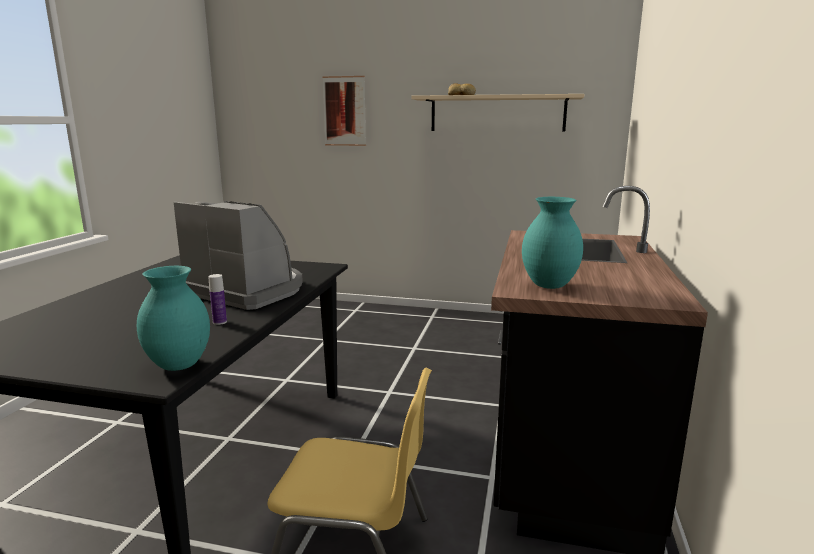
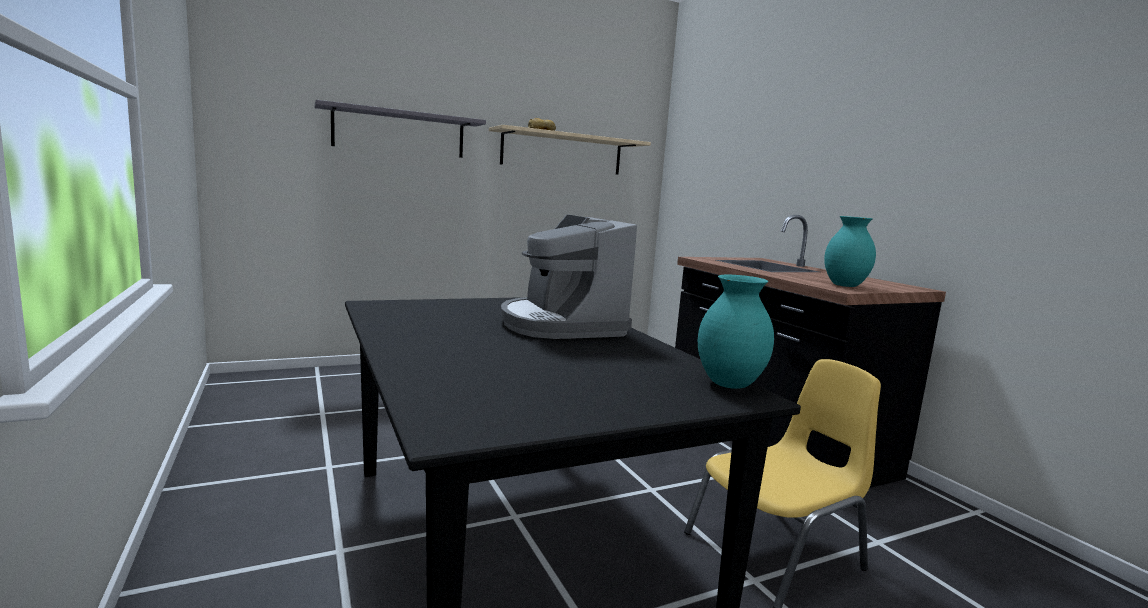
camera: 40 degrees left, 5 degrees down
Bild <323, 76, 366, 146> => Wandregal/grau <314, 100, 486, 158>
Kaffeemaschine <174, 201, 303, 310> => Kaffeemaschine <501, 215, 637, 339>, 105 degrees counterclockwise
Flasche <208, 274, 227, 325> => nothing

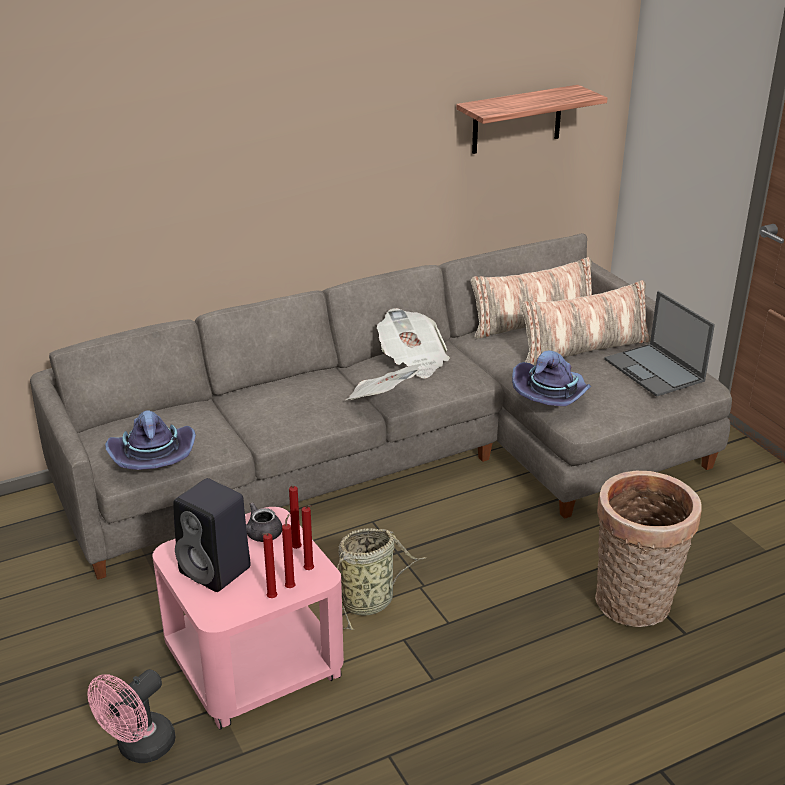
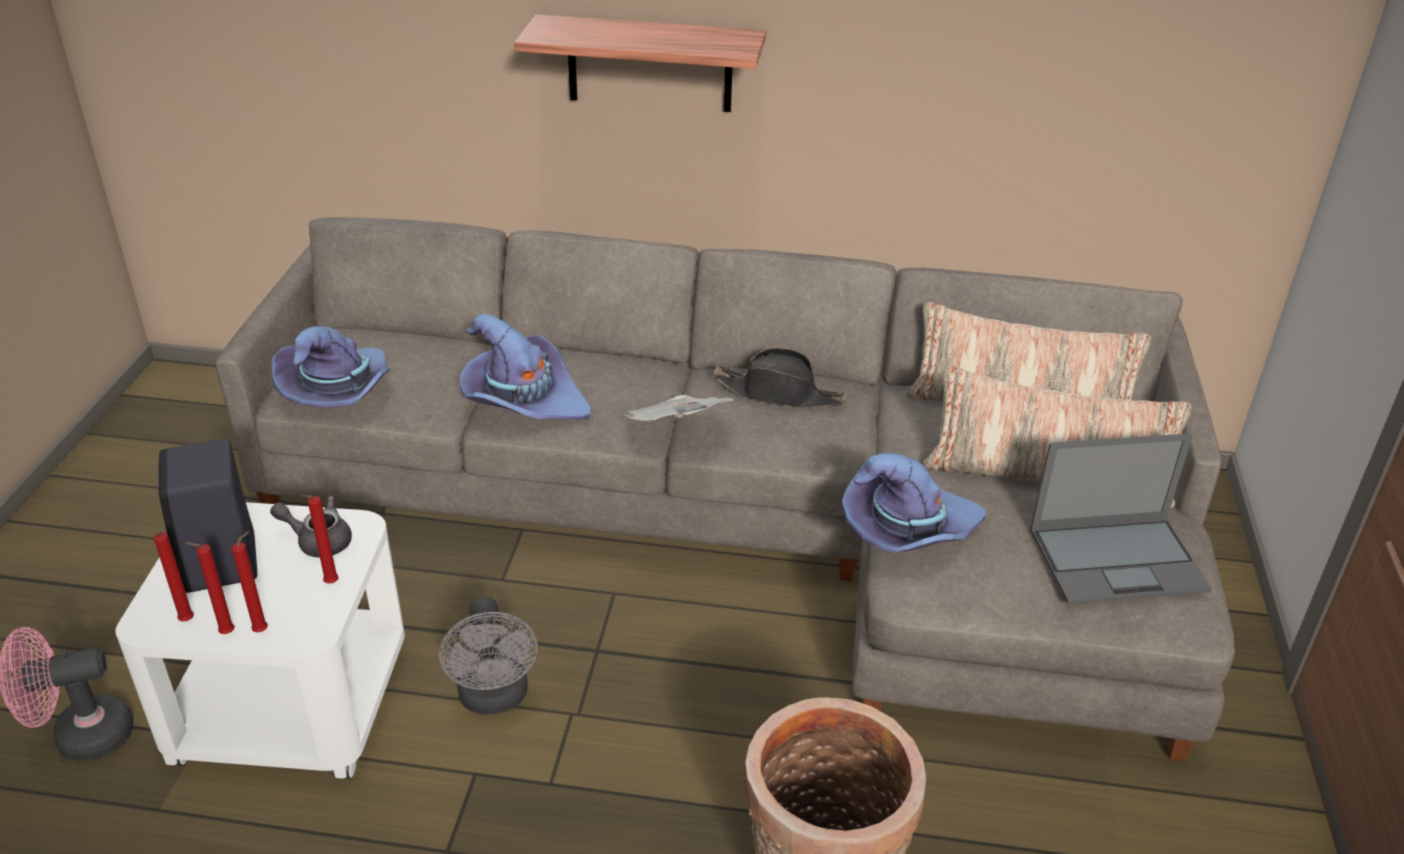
camera: 35 degrees right, 5 degrees up
Wandregal <456, 85, 607, 154> => Wandregal <514, 14, 766, 112>, move
Laptop <604, 291, 715, 397> => Laptop <1030, 433, 1212, 604>, 105 degrees counterclockwise
Zeitung <377, 308, 450, 379> => Hut/schwarz <713, 348, 847, 408>
Kerze/rot <302, 505, 314, 570> => Kerze/rot <154, 532, 194, 622>, move
Beistelltisch/rosa <152, 507, 344, 730> => Beistelltisch/weiß <116, 502, 405, 779>
Korb <337, 528, 426, 630> => Ventilator/grau <439, 597, 538, 715>
nothing => Hut/lila <460, 314, 591, 420>

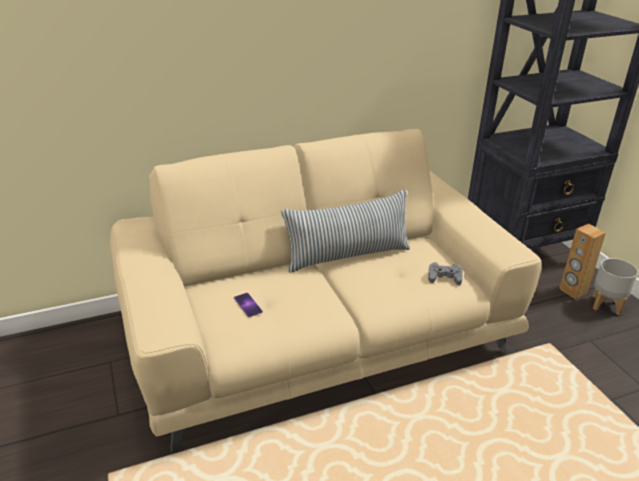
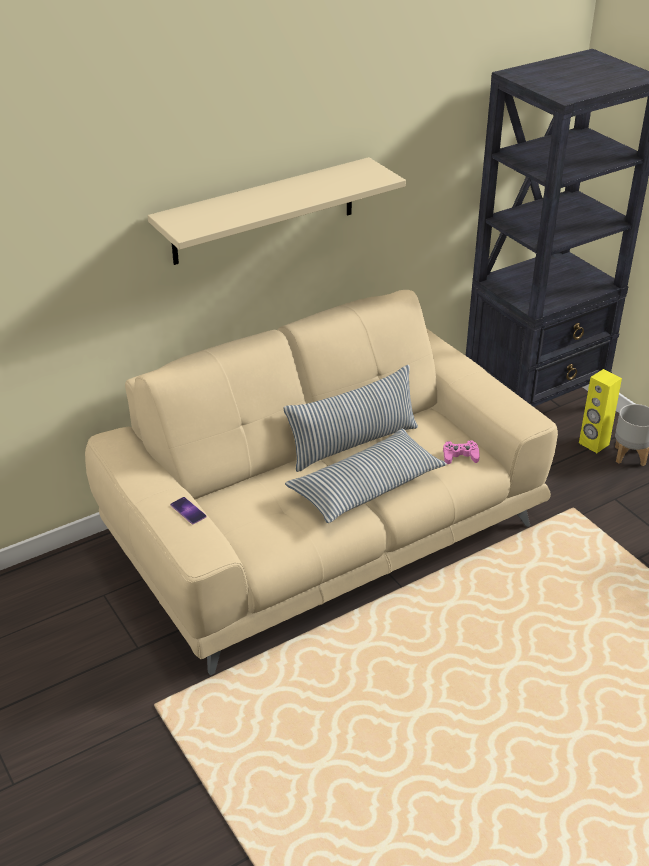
camera: 10 degrees left, 5 degrees up
Lautsprecher/braun <559, 224, 606, 299> => Lautsprecher/gelb <579, 369, 622, 453>
Gamepad/grau <428, 262, 463, 285> => Gamepad/rosa <443, 440, 480, 464>
Handy <234, 293, 263, 317> => Handy <170, 497, 207, 524>, move
nothing => Wandregal/beige <147, 157, 406, 265>
nothing => Kissen <285, 429, 447, 523>

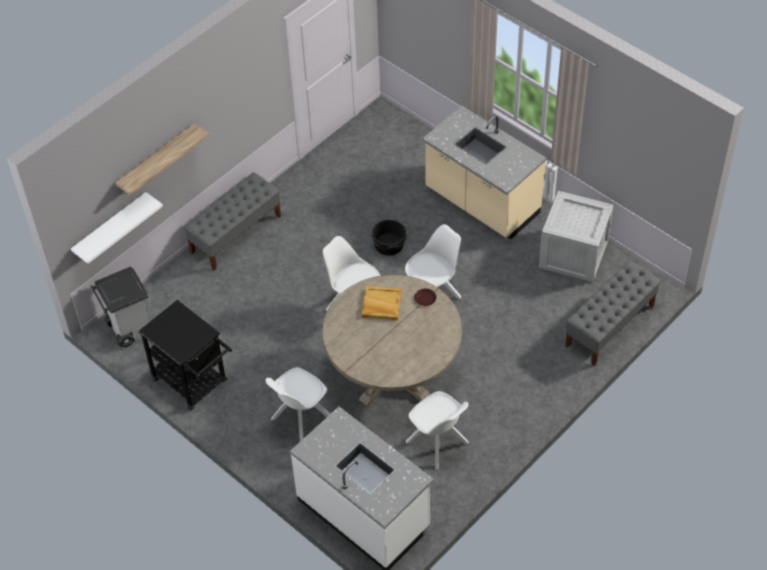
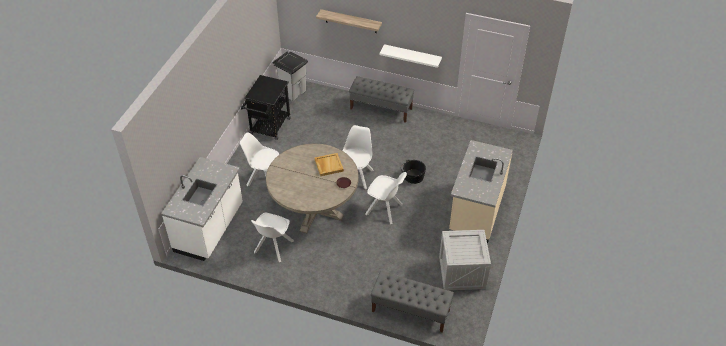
camera: 65 degrees right, 5 degrees down
Wandregal/weiß <71, 192, 163, 264> => Wandregal/weiß <379, 44, 442, 68>, move

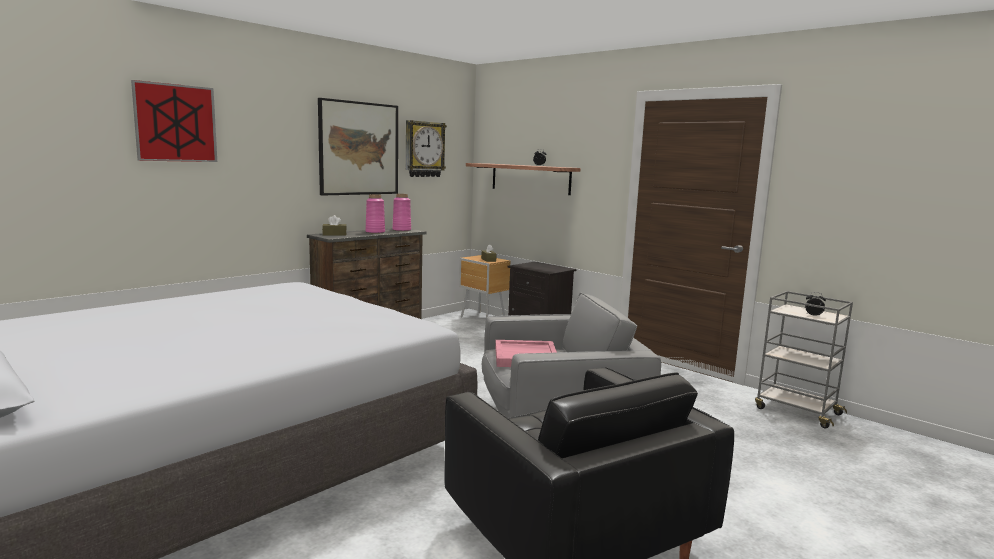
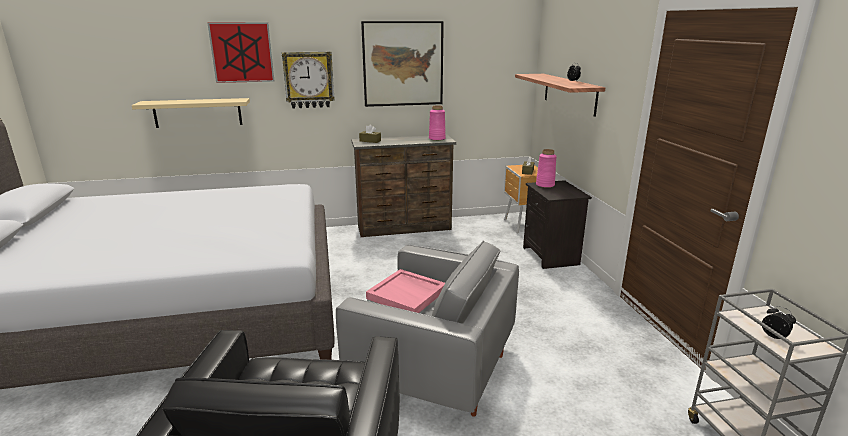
camera: 35 degrees right, 10 degrees up
Wanduhr <406, 120, 447, 177> => Wanduhr <282, 52, 335, 108>, move
Vase/rosa <365, 194, 385, 234> => Vase/rosa <536, 149, 557, 188>, move
nothing => Wandregal/beige <132, 98, 250, 128>

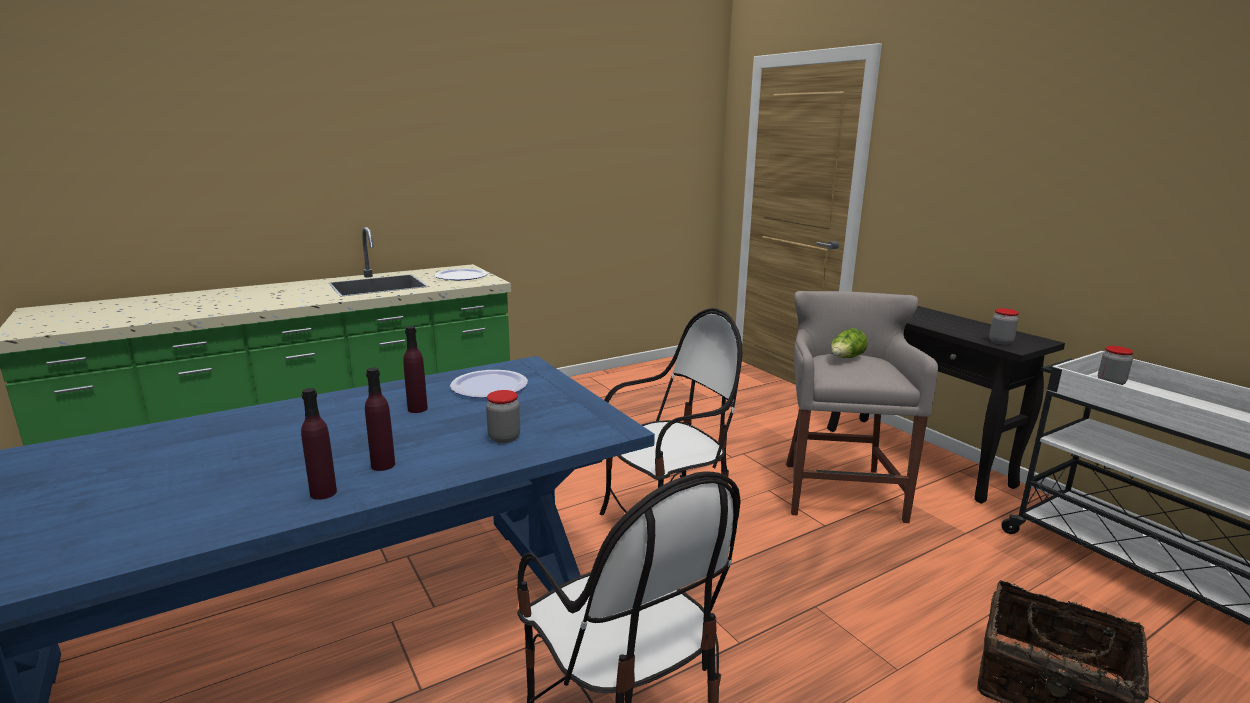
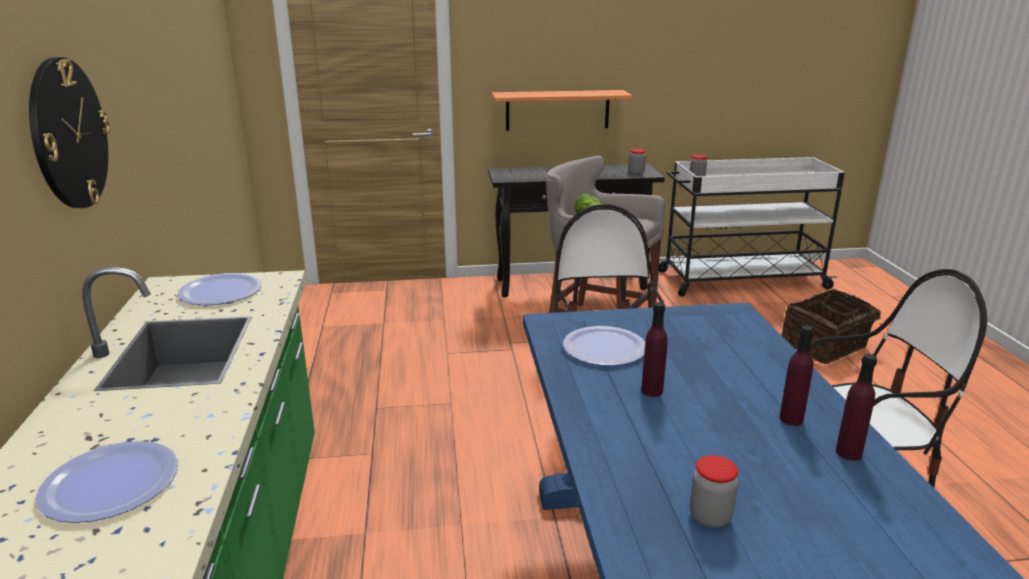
camera: 65 degrees left, 5 degrees up
Vorratsglas <486, 390, 520, 443> => Vorratsglas <690, 455, 738, 528>, move
nothing => Wanduhr <29, 57, 110, 208>
nothing => Wandregal <492, 90, 633, 131>
nothing => Teller <35, 441, 178, 523>

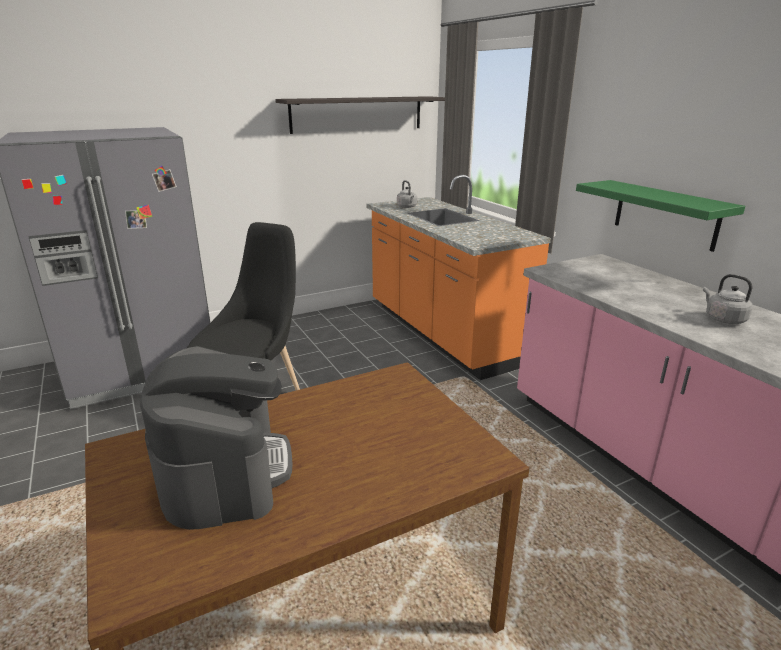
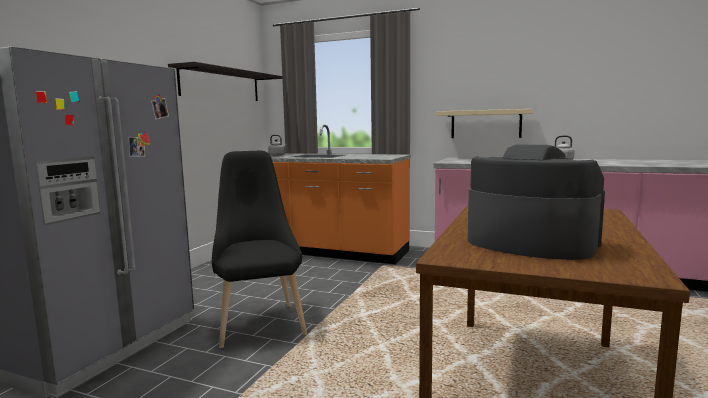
camera: 40 degrees left, 15 degrees down
Wandregal/grün <576, 180, 745, 252> => Wandregal/beige <436, 109, 534, 138>

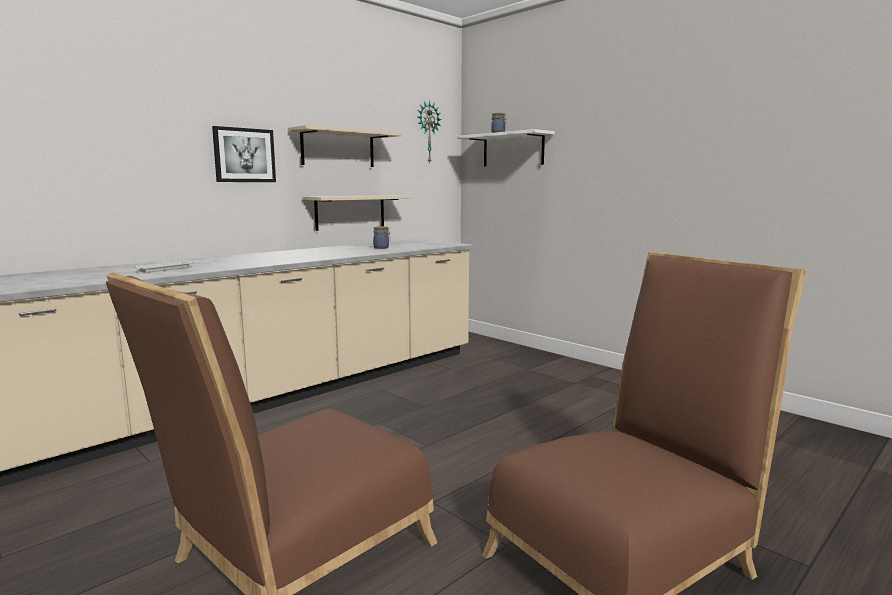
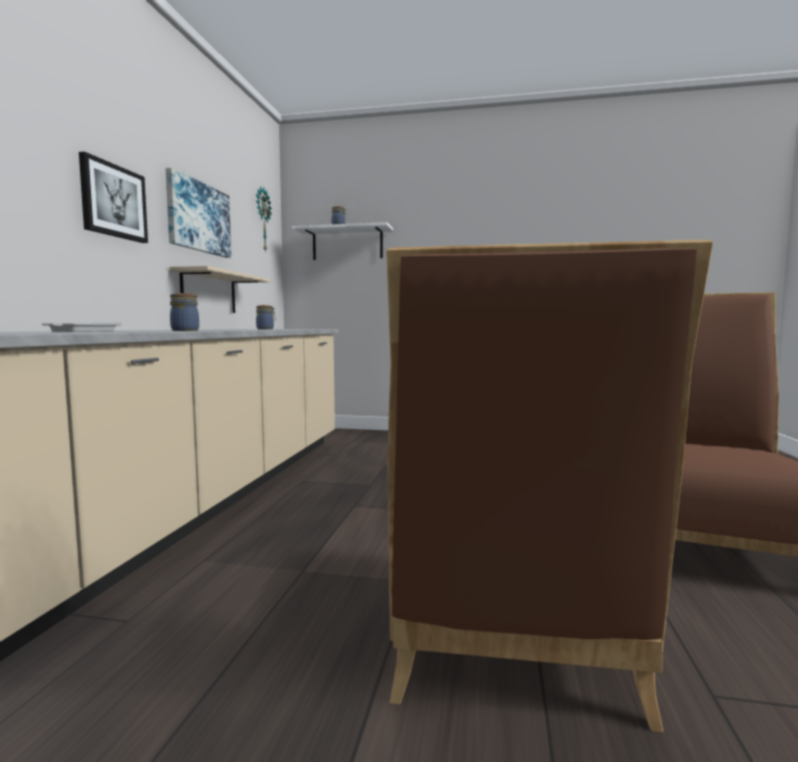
camera: 35 degrees left, 5 degrees down
Wandregal/beige <288, 125, 402, 167> => Bild <166, 168, 231, 258>
nothing => Vorratsglas <170, 293, 199, 331>

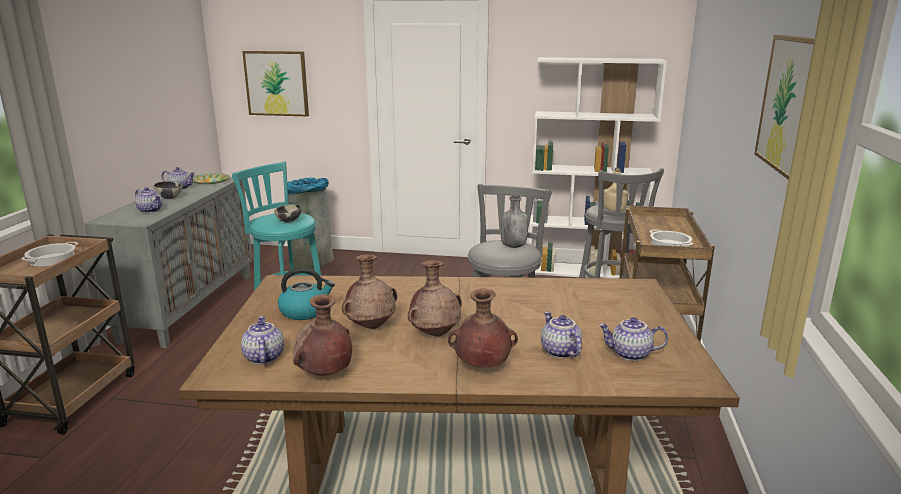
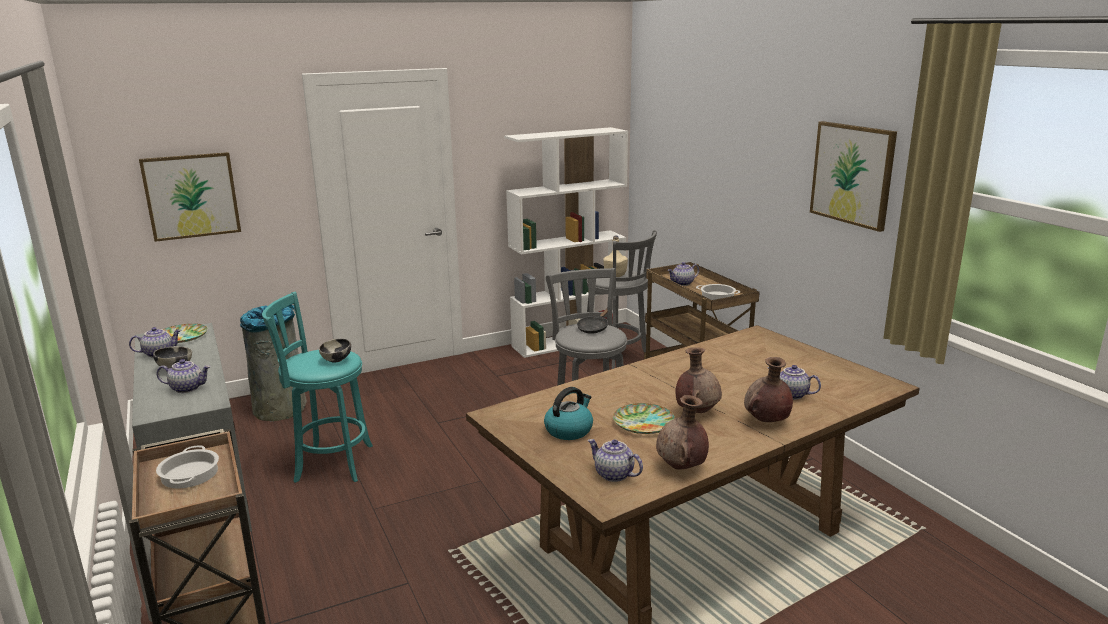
camera: 35 degrees left, 0 degrees up
Flasche/grau <501, 196, 528, 248> => Pfanne/schwarz <577, 308, 608, 334>
Vase/braun <342, 254, 397, 329> => Teller <613, 403, 675, 434>
Teekanne <598, 317, 668, 361> => Teekanne <667, 262, 699, 286>, move

